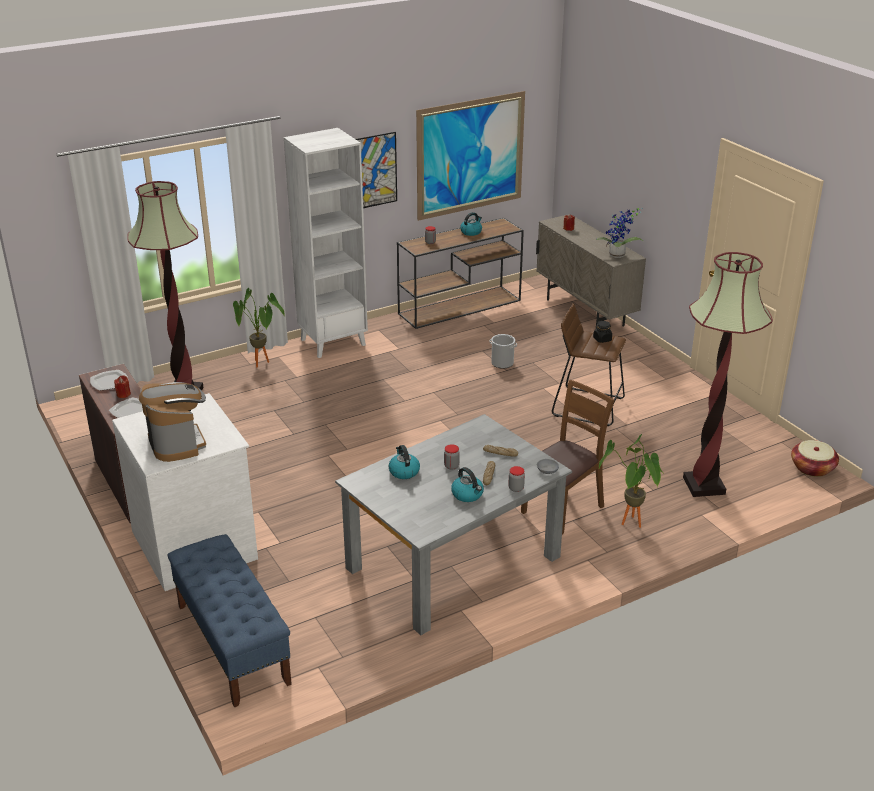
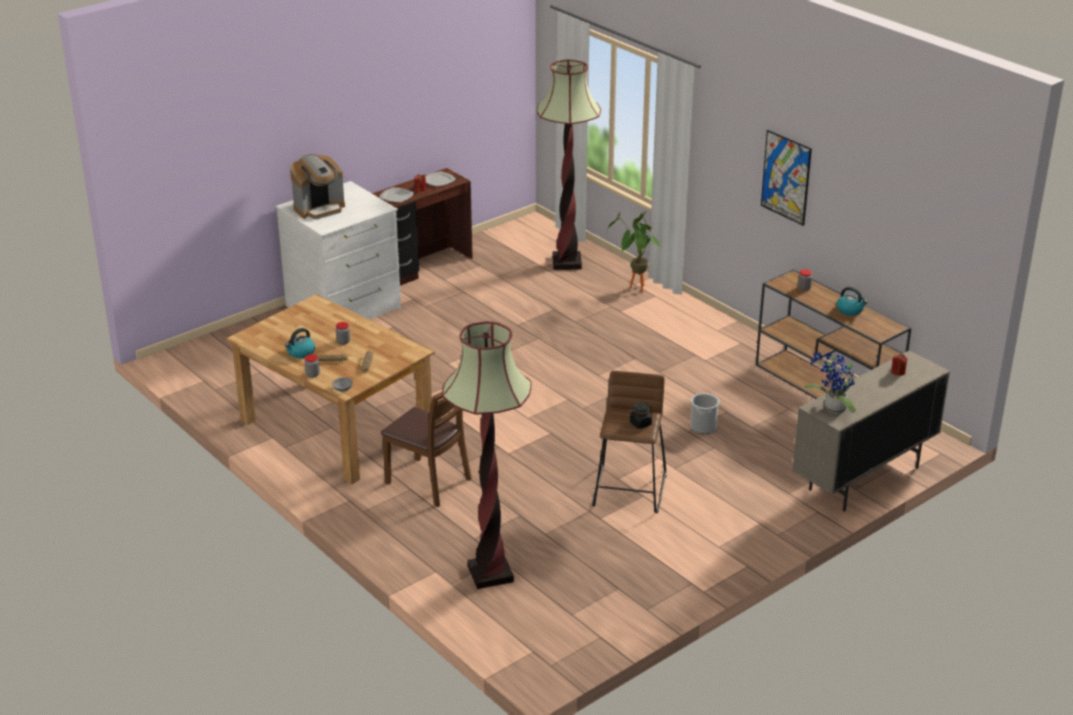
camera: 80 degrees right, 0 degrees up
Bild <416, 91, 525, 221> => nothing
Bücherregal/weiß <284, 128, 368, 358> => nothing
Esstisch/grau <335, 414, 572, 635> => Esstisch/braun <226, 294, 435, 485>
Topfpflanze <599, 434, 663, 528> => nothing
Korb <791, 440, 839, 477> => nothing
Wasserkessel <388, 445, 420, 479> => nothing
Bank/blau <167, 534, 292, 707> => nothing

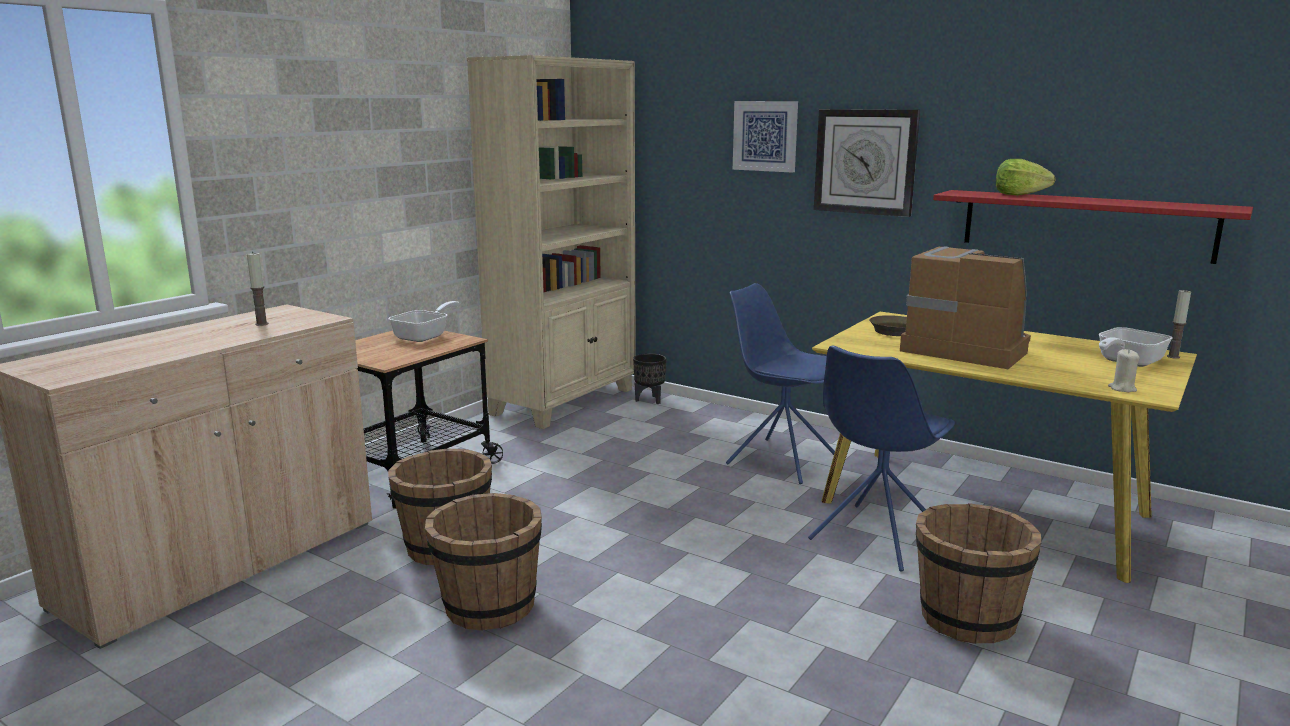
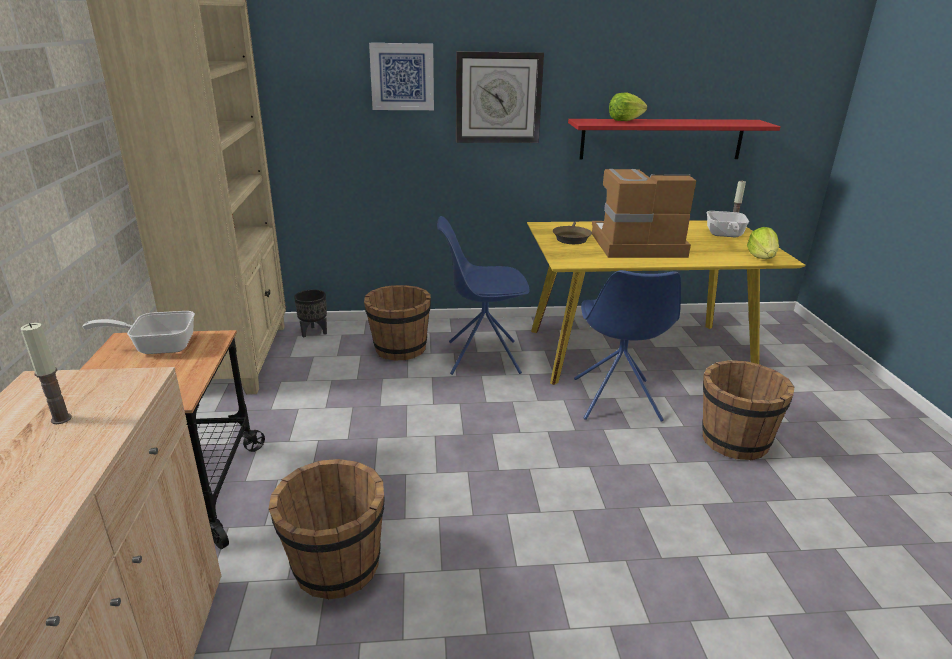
camera: 40 degrees left, 10 degrees up
Pfanne <388, 301, 460, 342> => Pfanne <83, 311, 195, 354>, 90 degrees counterclockwise
Kerze/beige <1108, 349, 1140, 392> => Salatkopf <747, 227, 779, 259>
Eimer/braun <425, 493, 542, 631> => Eimer/braun <364, 285, 431, 361>, move

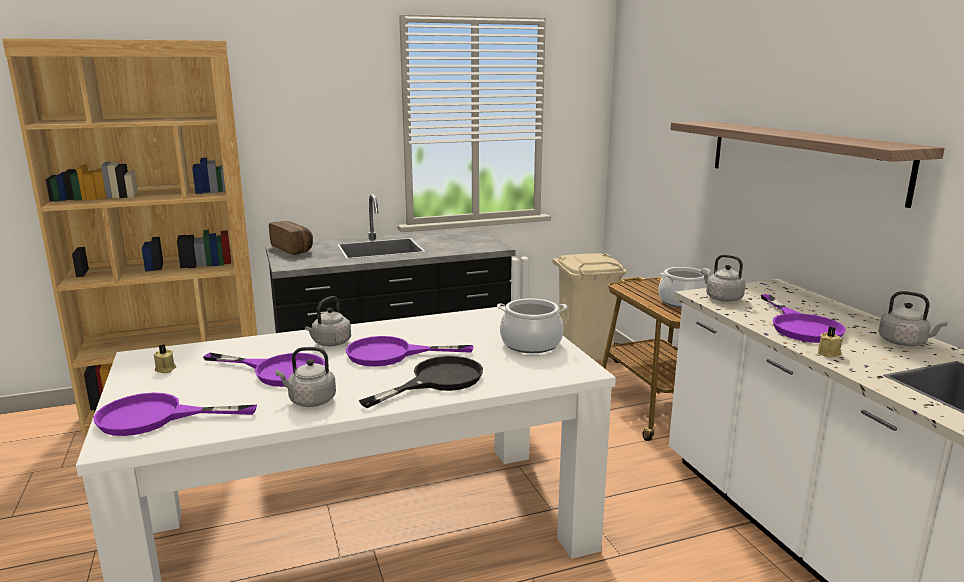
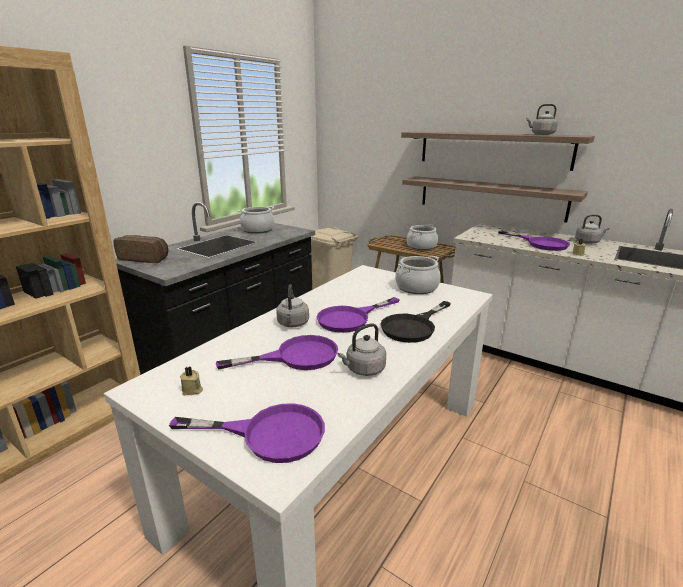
camera: 35 degrees left, 5 degrees up
Wasserkessel/grau <701, 254, 745, 302> => Wasserkessel/grau <526, 104, 558, 135>, move
Pfanne/schwarz <359, 356, 483, 408> => Pfanne/schwarz <381, 301, 451, 343>, 150 degrees counterclockwise
Pfanne/lila <93, 393, 257, 436> => Pfanne/lila <169, 403, 325, 463>, 135 degrees counterclockwise
nothing => Wandregal <402, 176, 588, 222>
nothing => Kochtopf <238, 206, 275, 234>

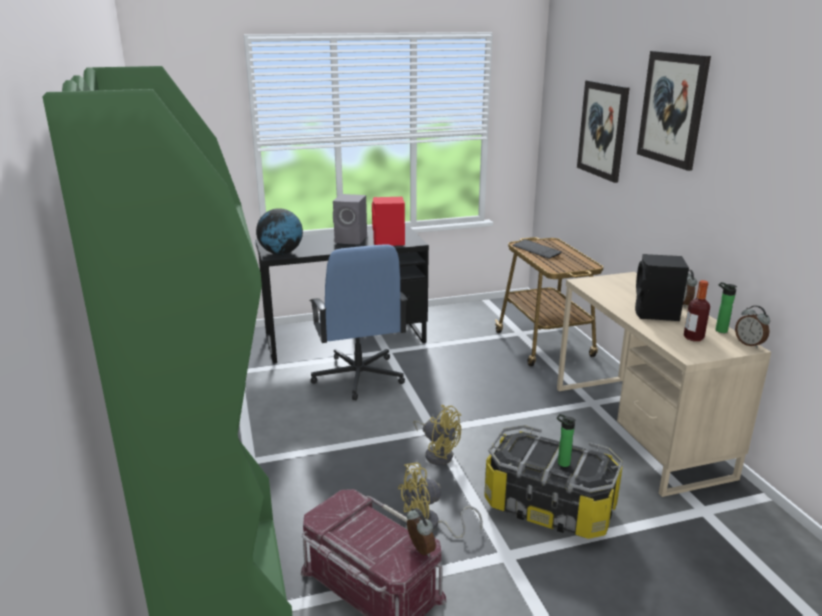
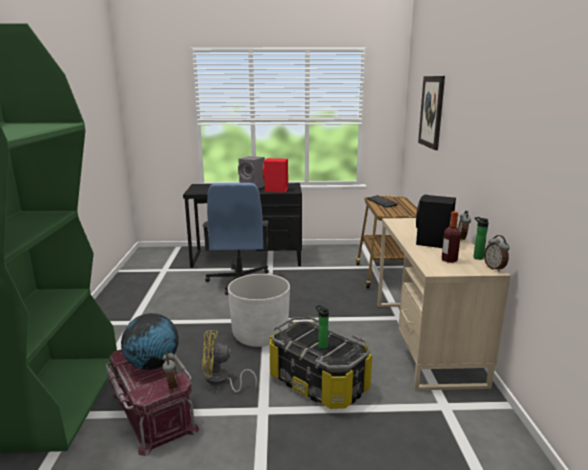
camera: 15 degrees right, 5 degrees down
Bild <637, 51, 711, 171> => nothing
Globus <256, 208, 303, 255> => Globus <121, 313, 179, 370>, move
Ventilator/gelb <413, 405, 461, 465> => Pflanzkübel/weiß <228, 274, 290, 347>

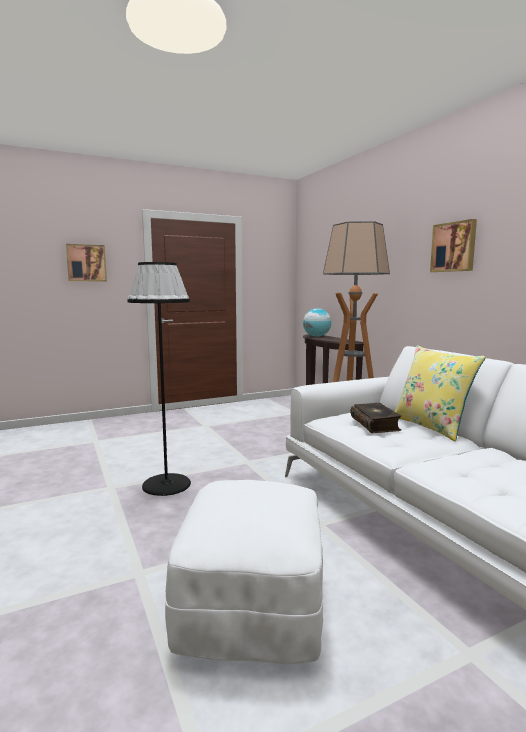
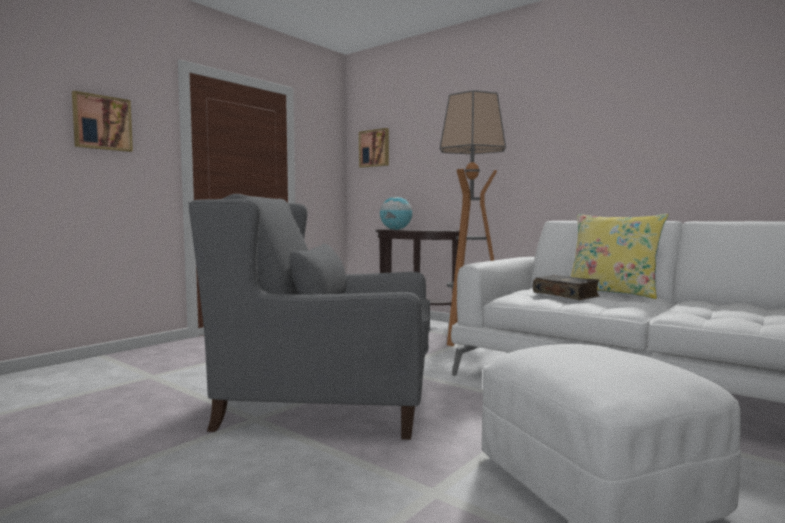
camera: 25 degrees left, 5 degrees down
Bild <430, 219, 477, 272> => Bild <359, 128, 389, 168>, move
Stehlampe/schwarz <127, 262, 191, 496> => Sessel/grau <189, 194, 430, 440>

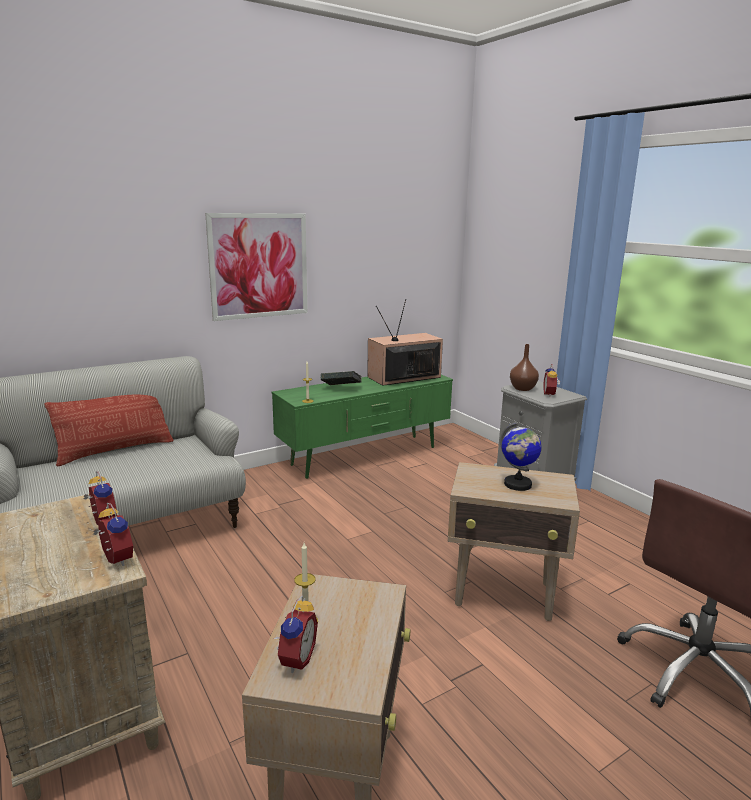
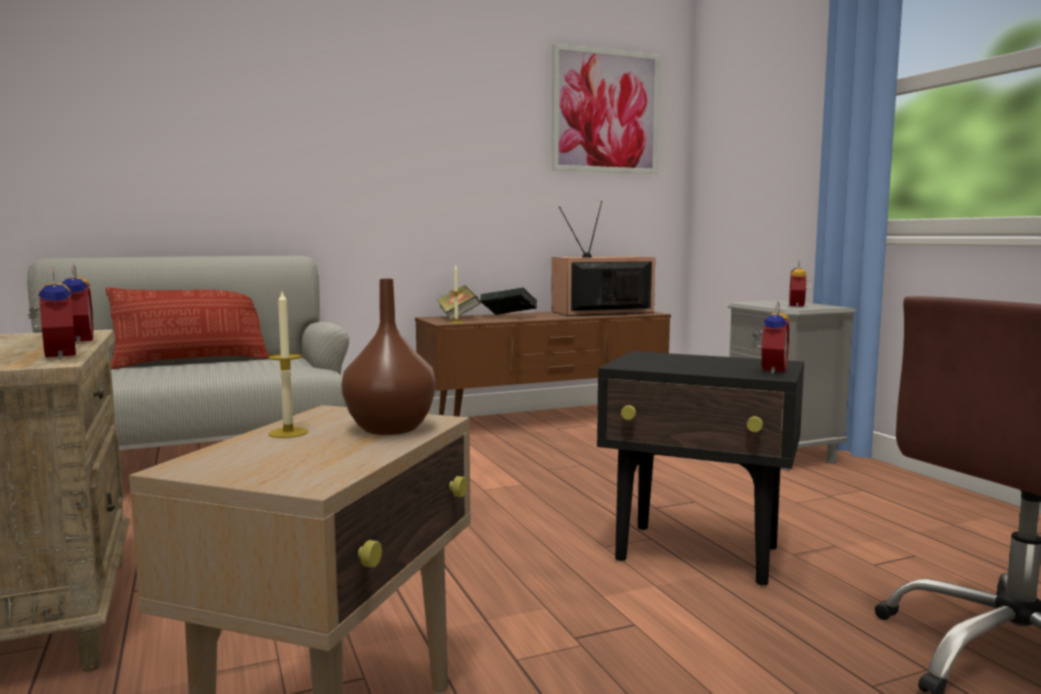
camera: 10 degrees right, 10 degrees down
Bild <205, 213, 307, 321> => Bild <552, 44, 660, 174>, move
Vase/braun <510, 344, 539, 391> => Vase/braun <341, 279, 435, 435>, move
Fernsehschrank/grün <272, 375, 453, 479> => Fernsehschrank/braun <415, 312, 671, 417>
Globus <500, 421, 542, 491> => nothing
Beistelltisch/beige <448, 462, 580, 621> => Beistelltisch/schwarz <597, 351, 804, 586>
Wecker <273, 595, 318, 673> => Wecker <755, 301, 790, 374>, move
nothing => Buch <436, 285, 480, 321>

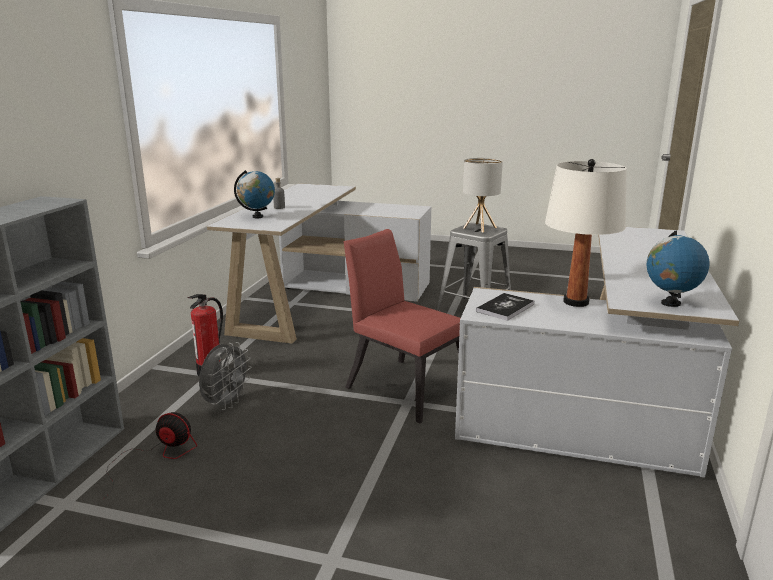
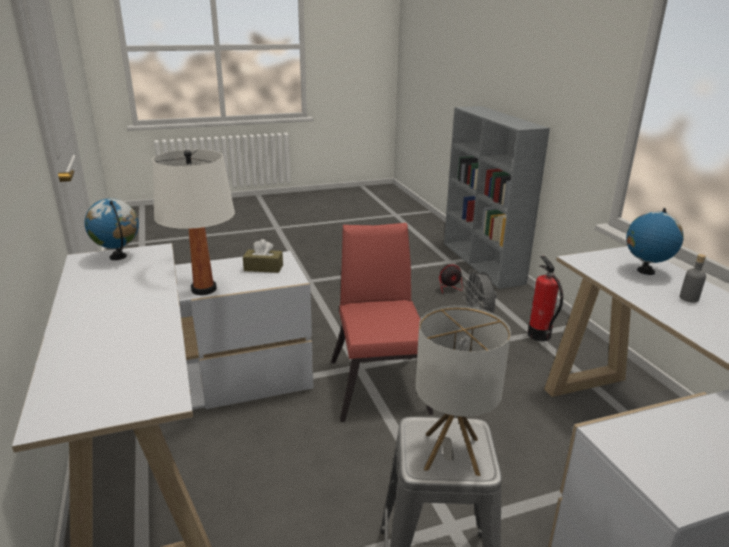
camera: 145 degrees right, 5 degrees up
Stuhl/rot <343, 229, 461, 423> => Stuhl/rot <331, 223, 433, 422>, 105 degrees counterclockwise
Buch <476, 293, 534, 321> => Taschentuchbox/braun <243, 239, 283, 273>

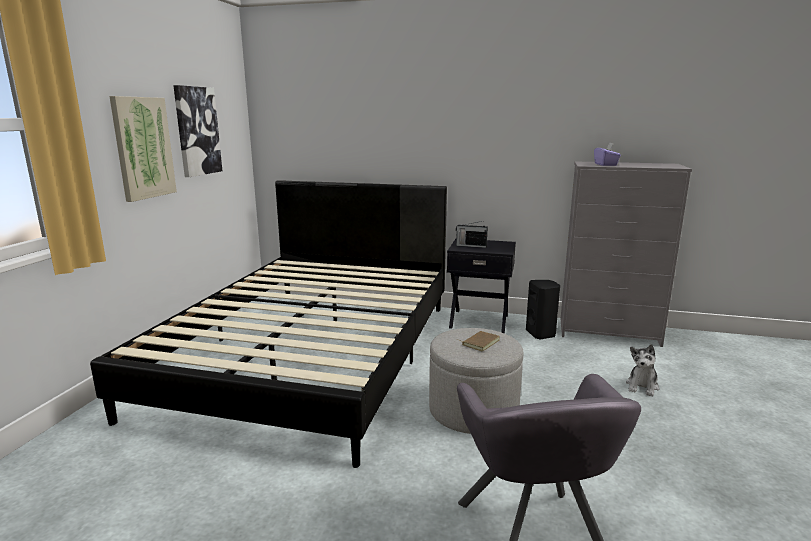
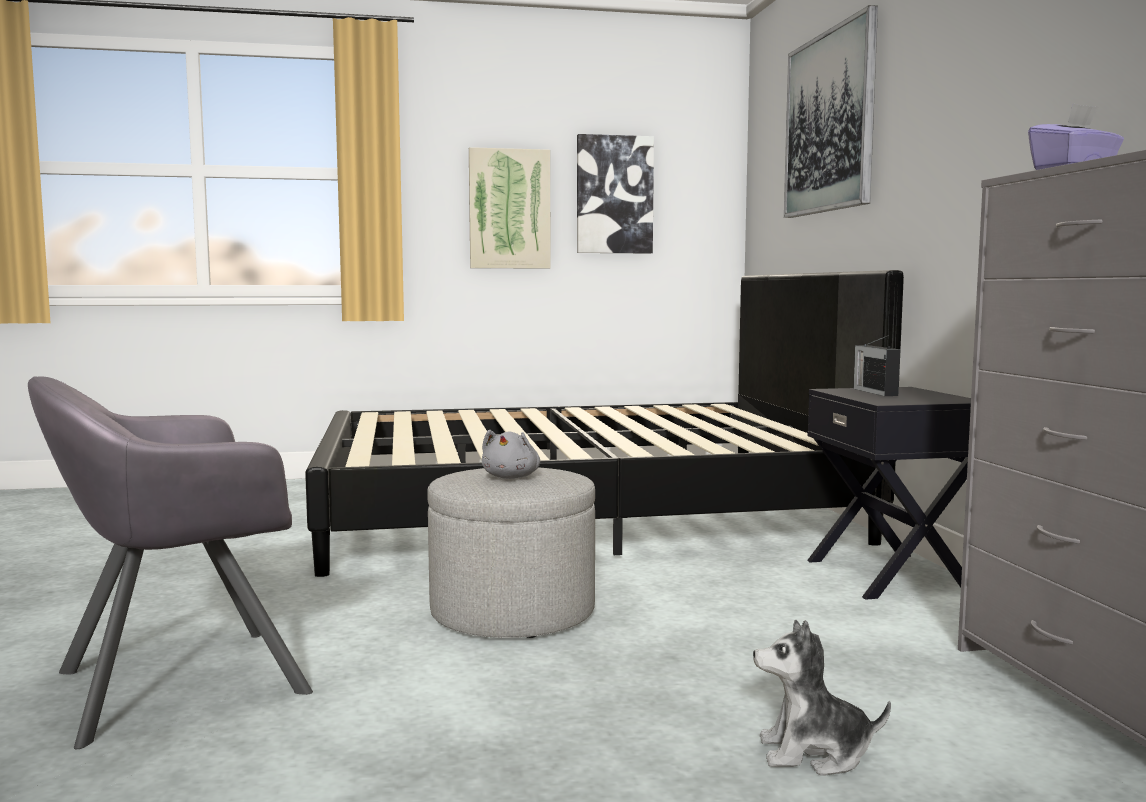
camera: 65 degrees right, 10 degrees down
Lautsprecher/schwarz <526, 280, 560, 339> => nothing
Buch/braun <461, 331, 500, 351> => Plüschtier/grau <482, 430, 540, 479>
nothing => Bild <784, 5, 878, 218>

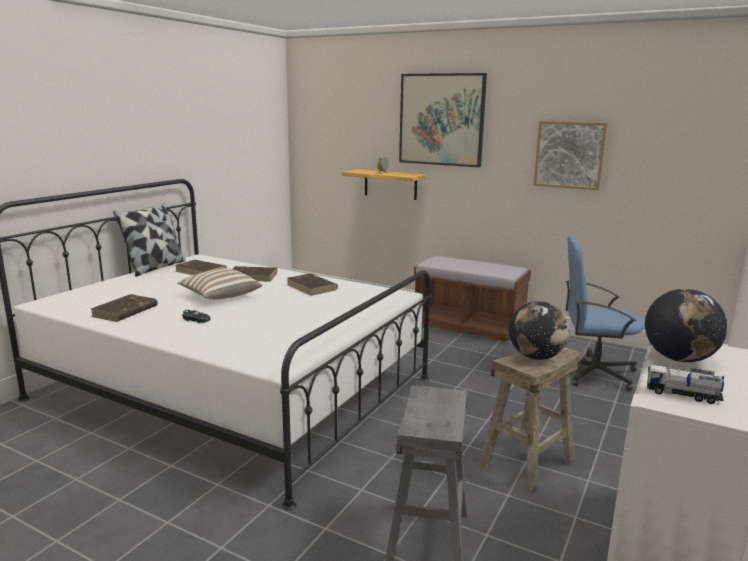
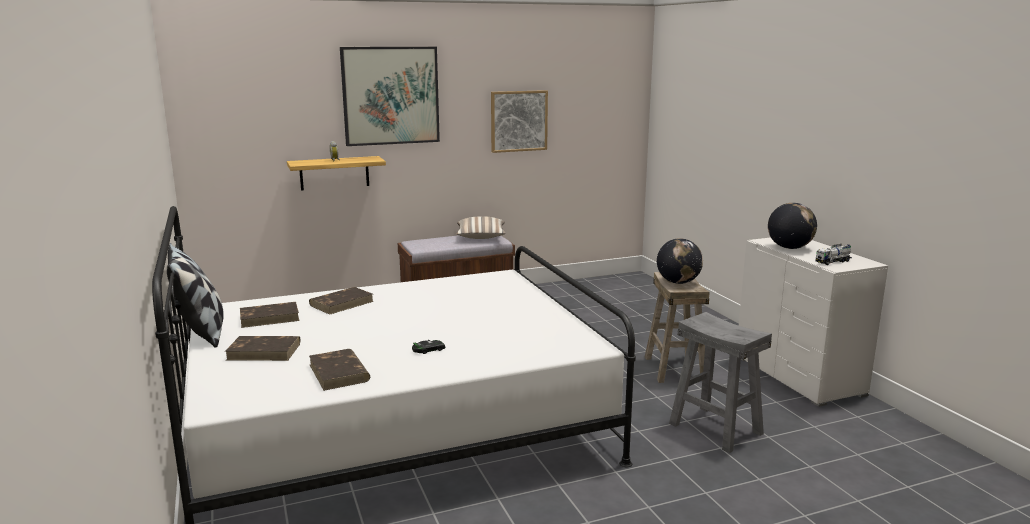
camera: 50 degrees left, 0 degrees up
Bürostuhl/blau <566, 236, 645, 391> => nothing
Kissen <177, 268, 262, 299> => Kissen <457, 216, 506, 239>, move
Buch/braun <287, 273, 338, 296> => Buch/braun <225, 336, 300, 361>, move

